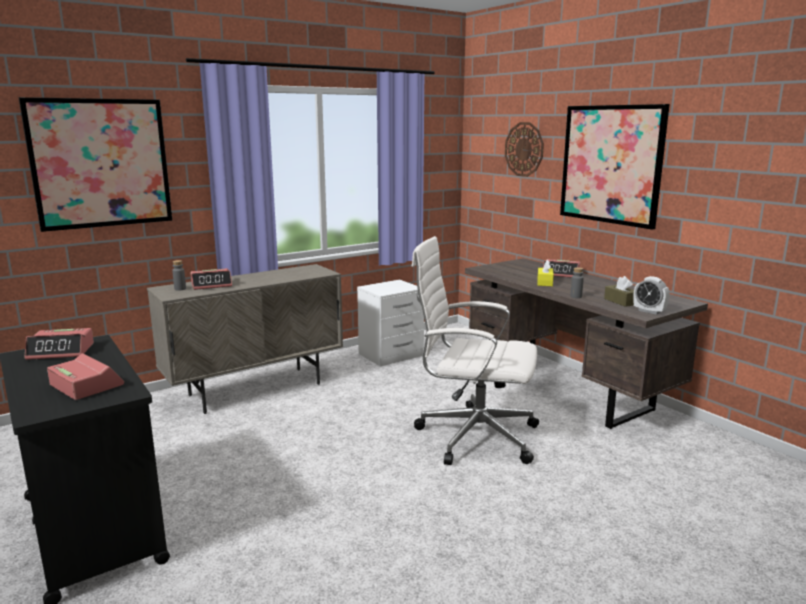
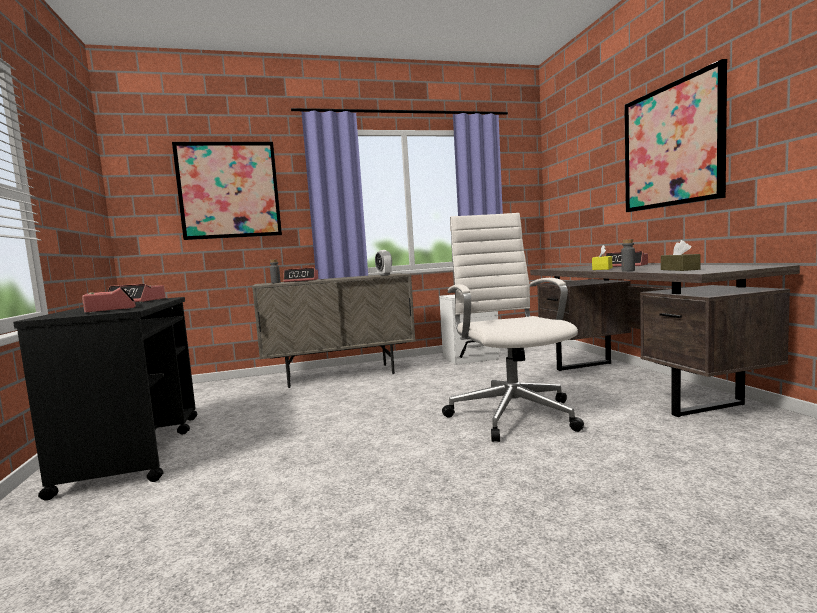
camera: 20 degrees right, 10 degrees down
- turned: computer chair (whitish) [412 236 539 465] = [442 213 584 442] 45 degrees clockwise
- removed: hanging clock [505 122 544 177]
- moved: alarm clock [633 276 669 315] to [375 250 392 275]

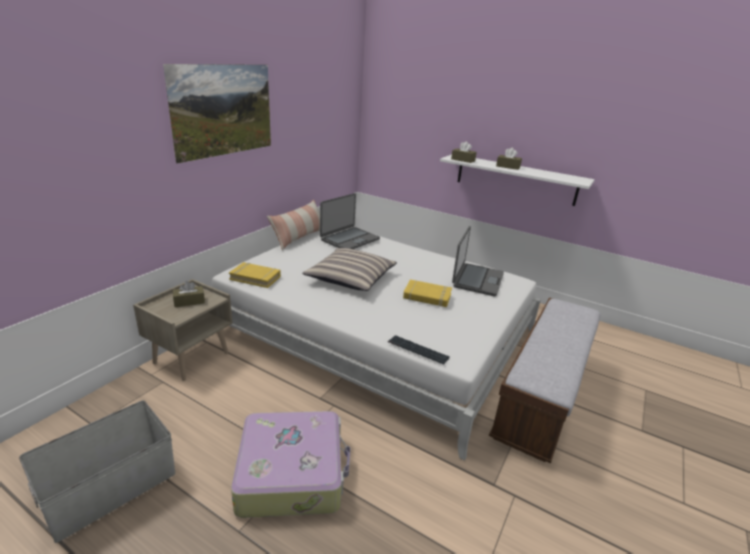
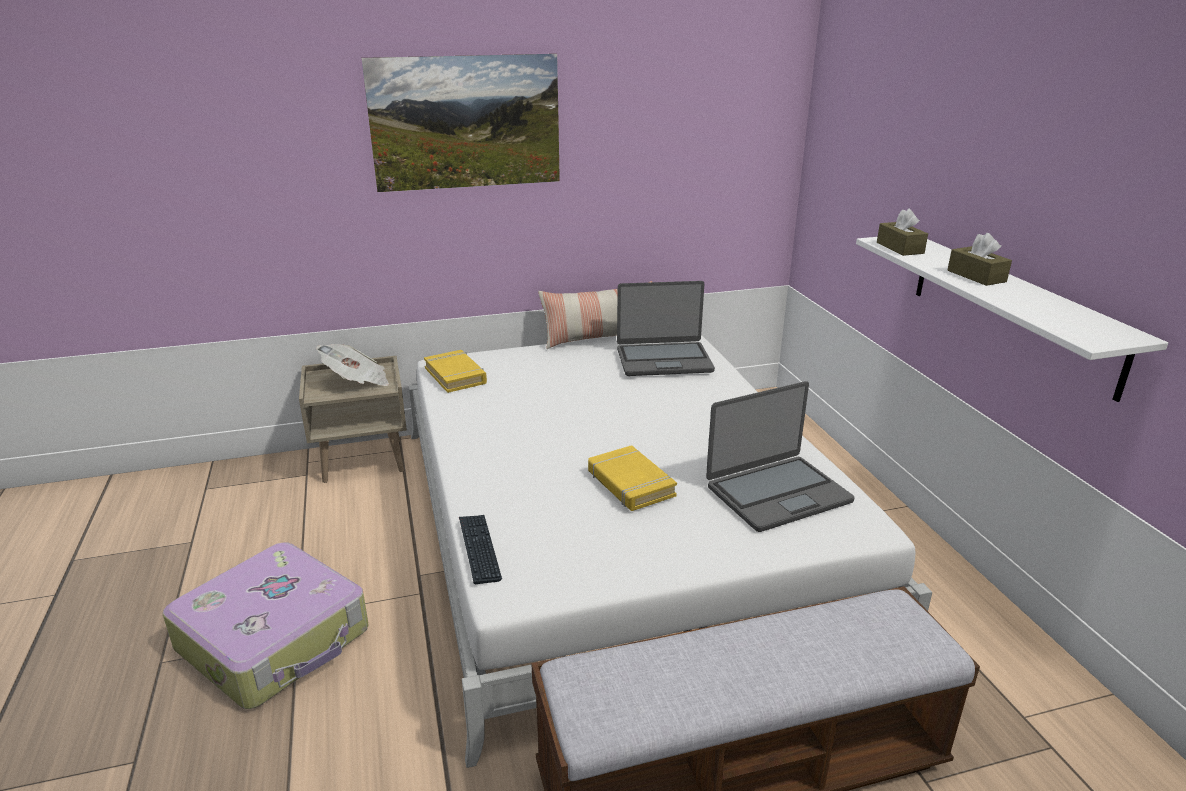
camera: 45 degrees right, 0 degrees up
- removed: storage container (grey) [19 400 175 543]
- replaced: tissue holder (brown-coloured) [173 281 205 307] to printed paper [316 344 389 386]
- removed: throw pillow [302 248 397 291]

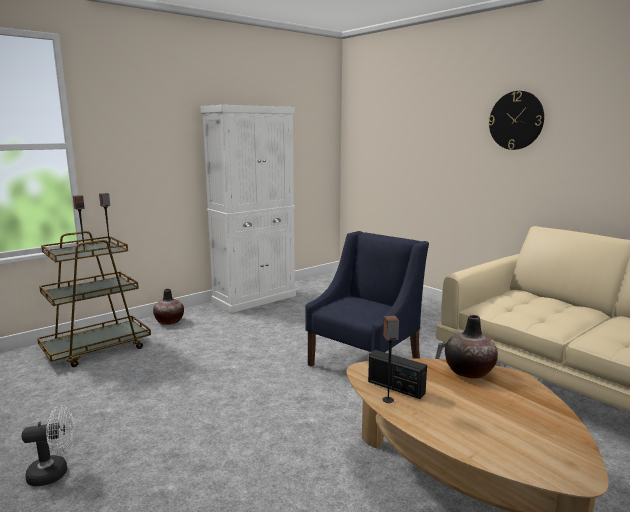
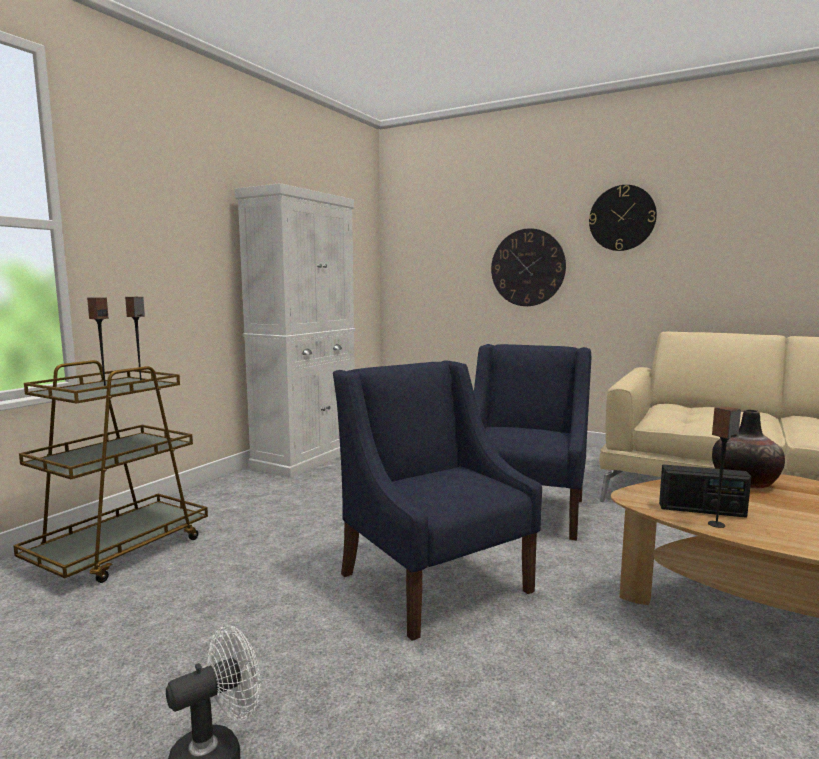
camera: 20 degrees left, 5 degrees down
- removed: vase [153 289 184 325]
- added: easy chair (blue-coloured) [333 360 542 641]
- added: hanging clock [491 228 566 306]

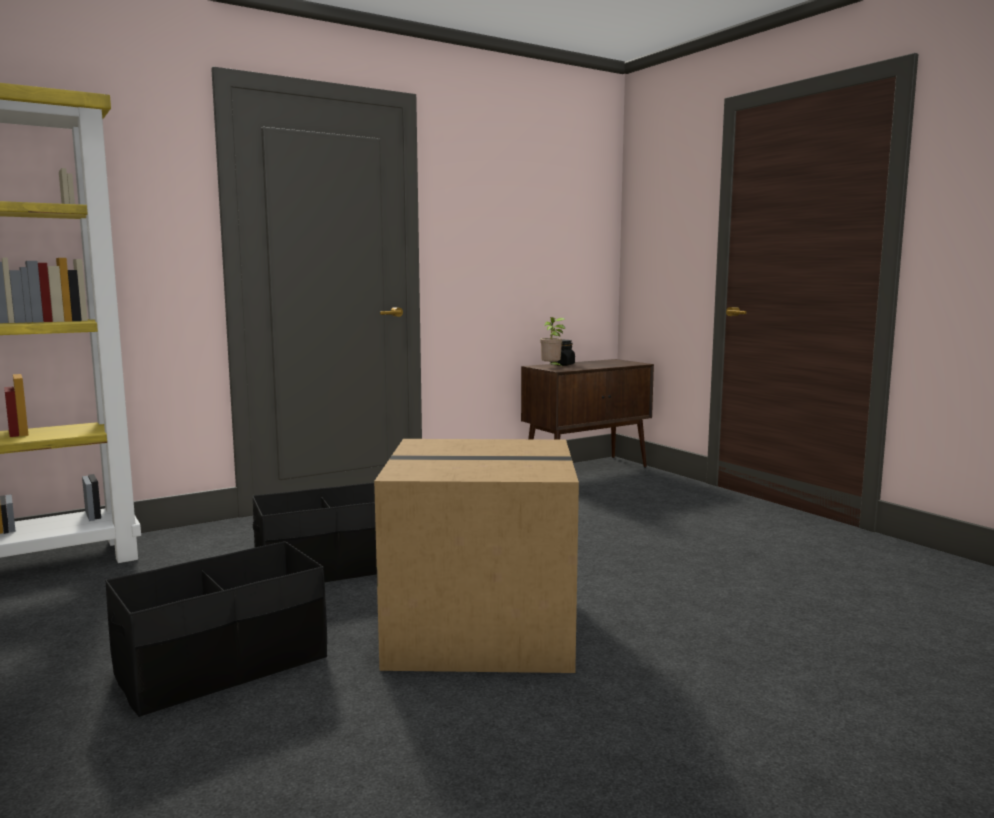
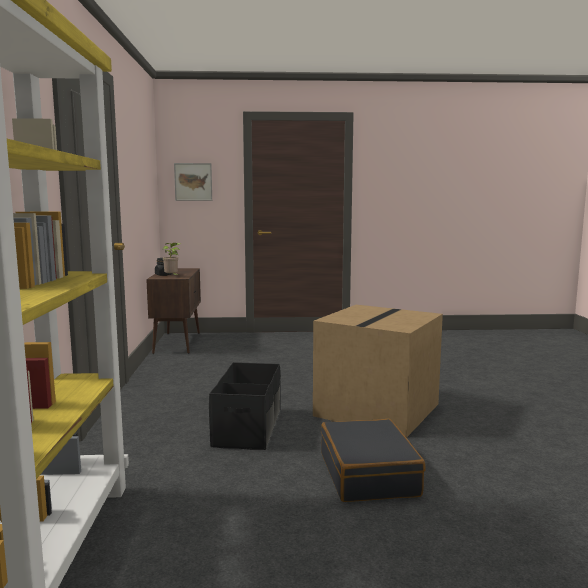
camera: 60 degrees left, 0 degrees up
- replaced: storage container (blackish) [105 541 327 717] to suitcase (blackish) [321 419 426 502]
- added: wall art [174 163 212 201]

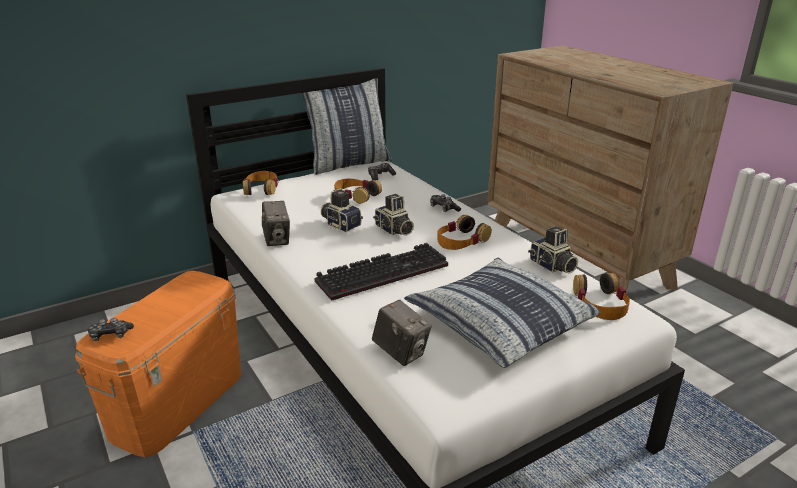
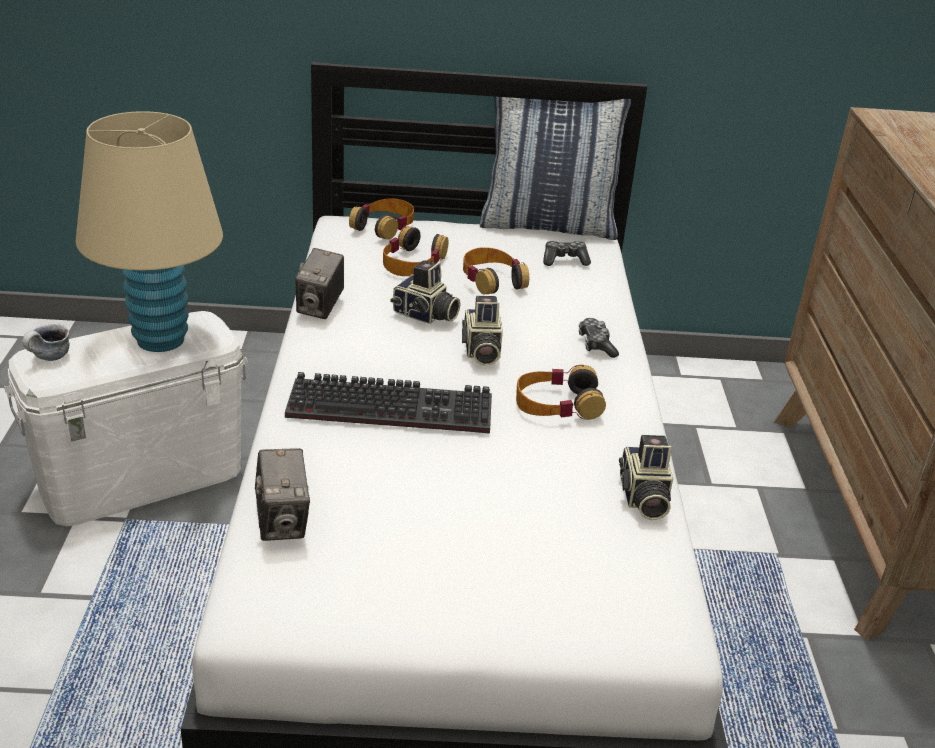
camera: 30 degrees right, 5 degrees up
- recoloured: storage container (orange-coloured) [75 271 241 457] to storage container (whitish) [4 311 248 526]
- replaced: game controller [88 318 134 341] to mug [22 324 69 361]
- turned: photo camera [321 188 363 232] = [390 260 460 324] 135 degrees clockwise
- removed: throw pillow [404 258 600 368]
- moved: headphones [573 273 630 320] to [383 226 448 276]
- added: lamp for a table (beige-coloured) [76 111 223 352]

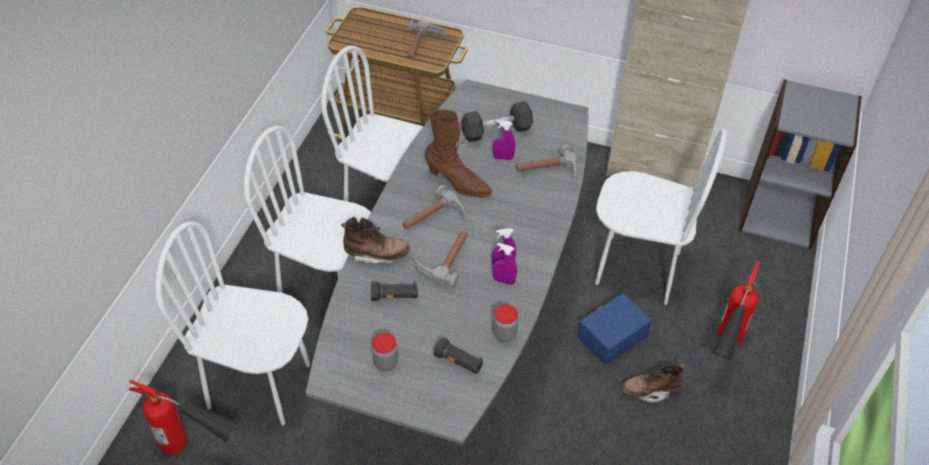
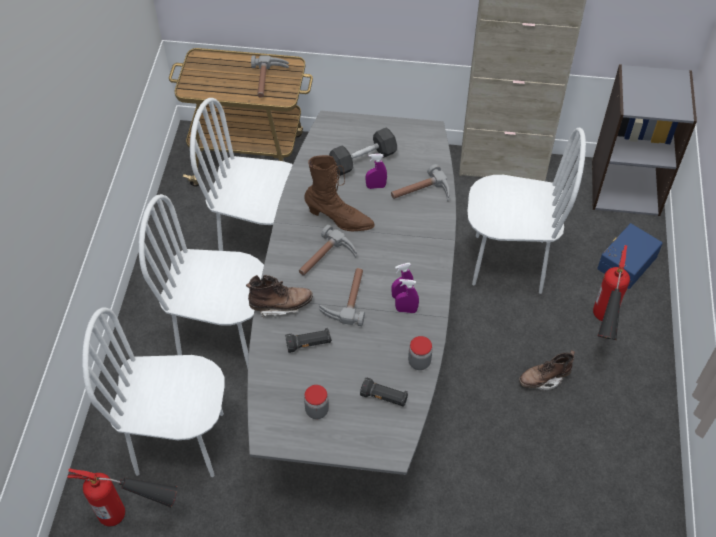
camera: 10 degrees left, 5 degrees up
- moved: storage container (blue-coloured) [577 293 652 365] to [597 223 663 289]

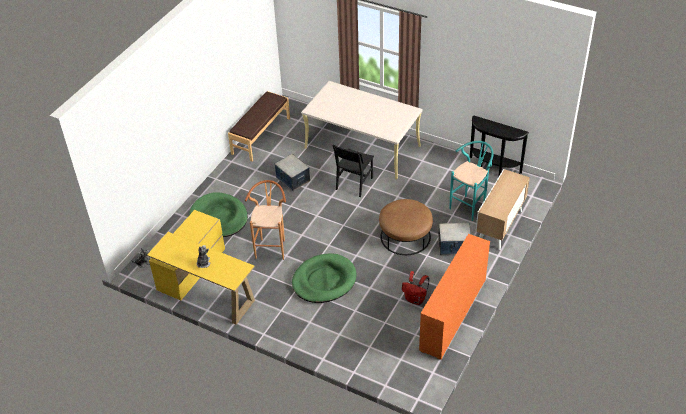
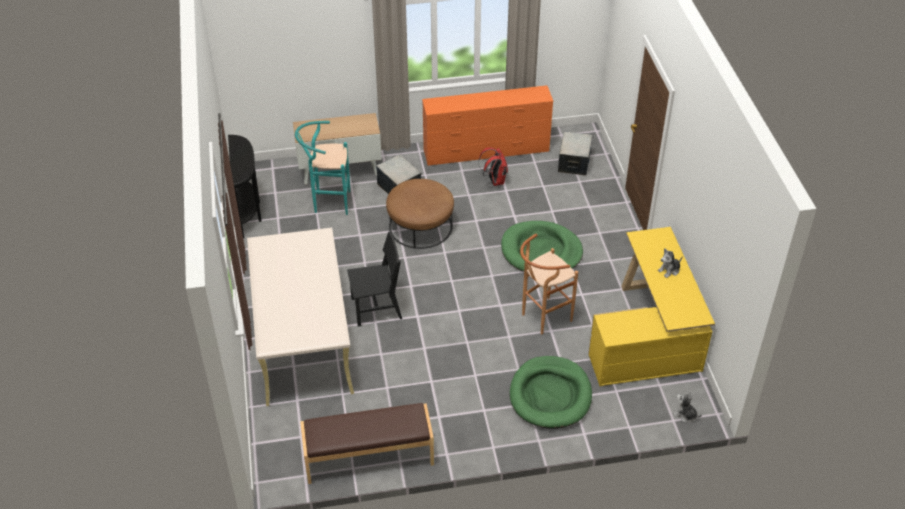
camera: 130 degrees left, 0 degrees up
- moved: storage container [274 154 310 191] to [558 131 592 175]

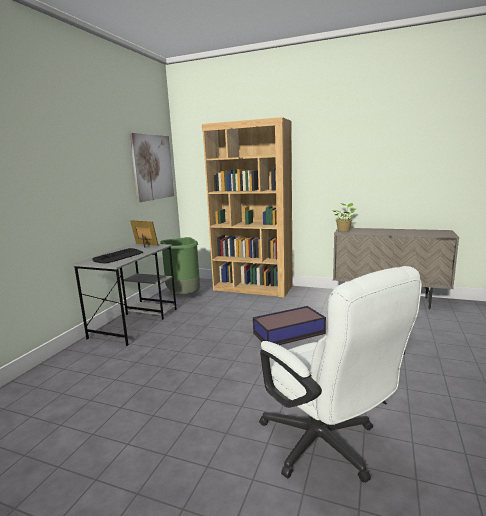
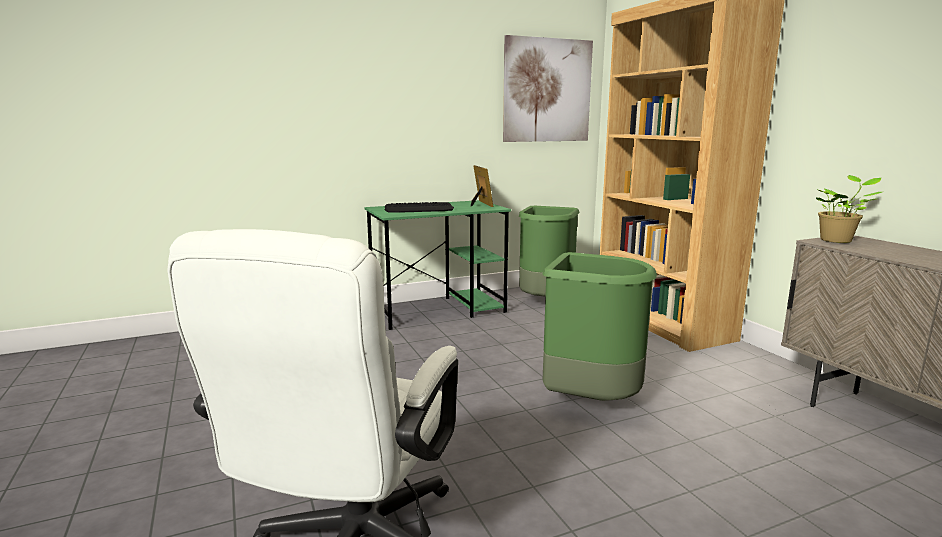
camera: 45 degrees right, 0 degrees up
- recoloured: desk (grey) [72 243 177 346] to desk (greenish) [364 200 511 330]
- replaced: storage container [253 306 326 345] to waste bin (greenish) [542 252 657 401]

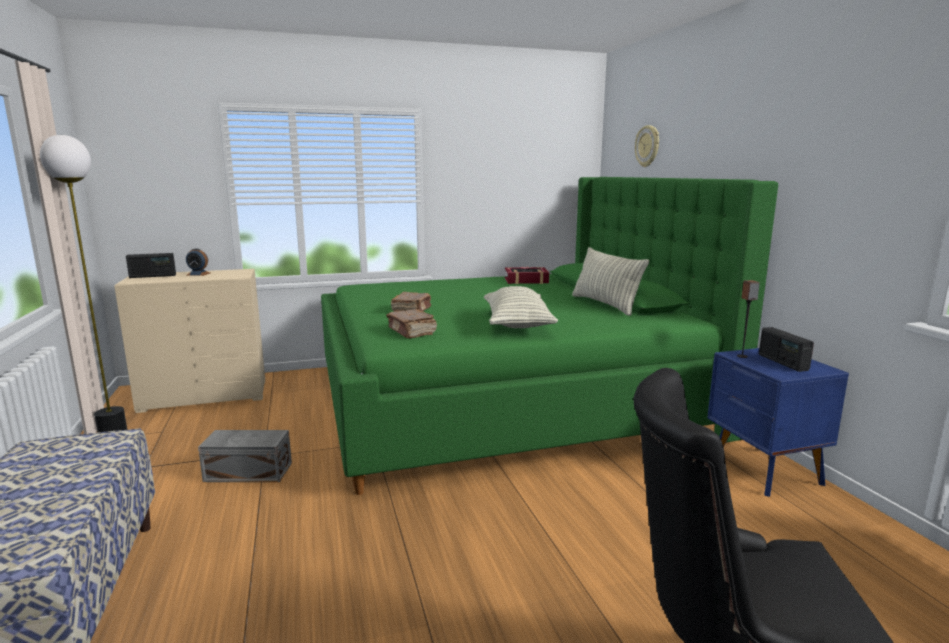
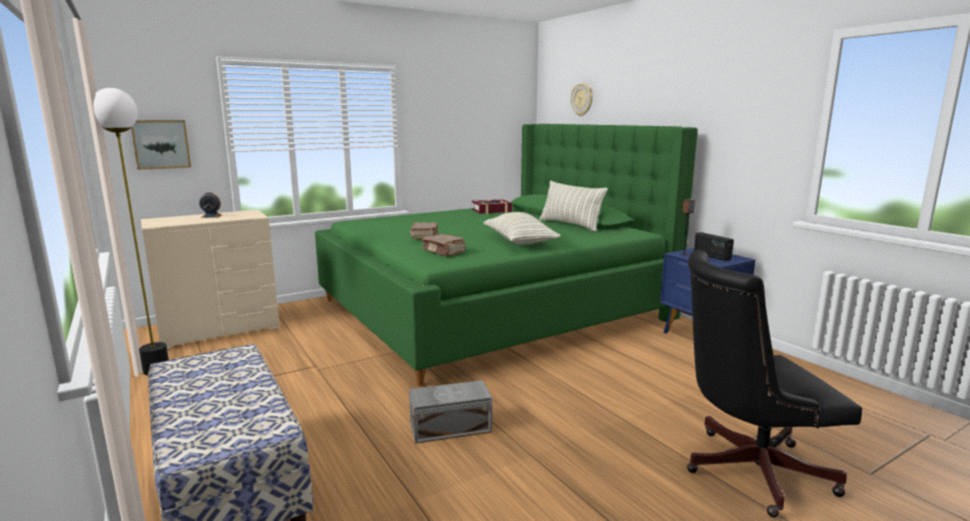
camera: 15 degrees left, 0 degrees up
- removed: radio set [126 253 176 278]
- moved: storage container (grey) [198 430 292 482] to [409 380 492 444]
- added: wall art [131 120 191 170]

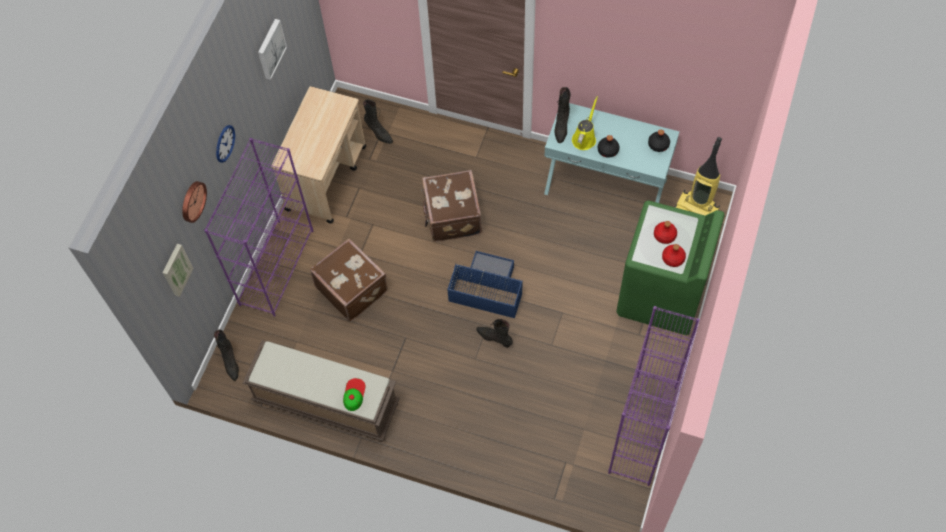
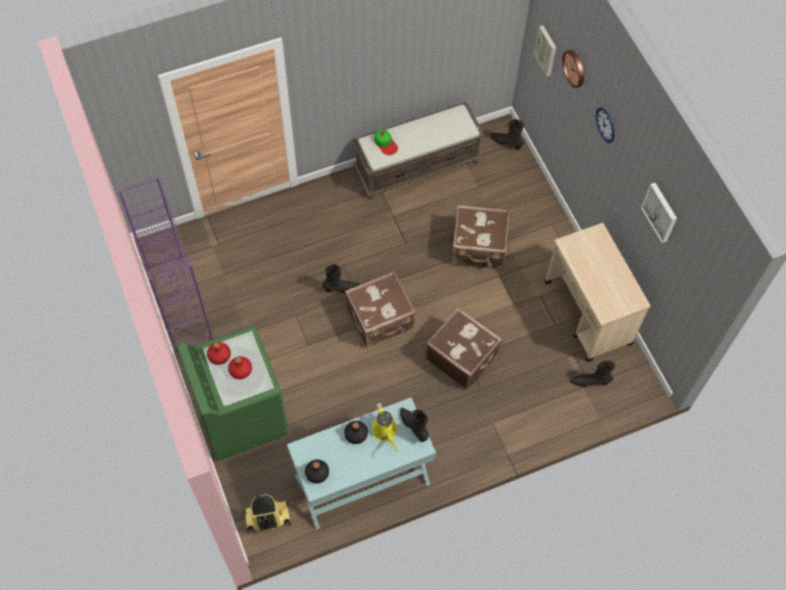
camera: 135 degrees right, 0 degrees up
- removed: bookshelf (purple-coloured) [204 138 313 317]
- replaced: storage container (blue-coloured) [447 251 523 318] to suitcase (brown-coloured) [345 272 416 347]

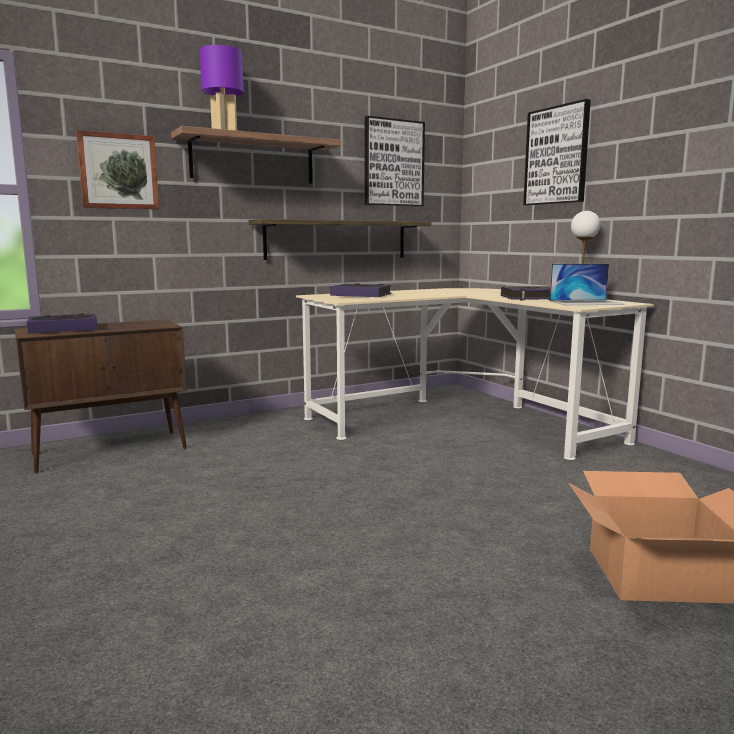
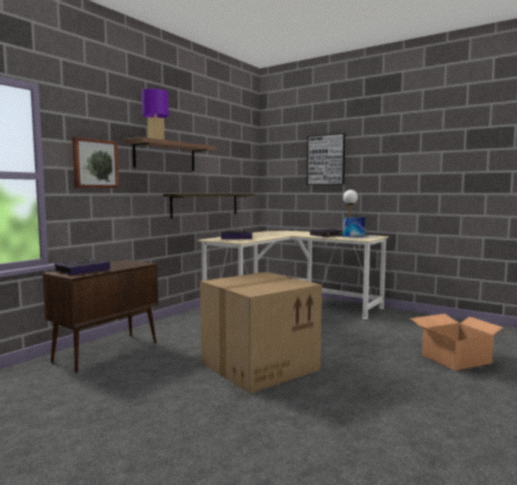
camera: 25 degrees left, 5 degrees down
- removed: wall art [365 116 425 206]
- added: carton [200 272 322 394]

